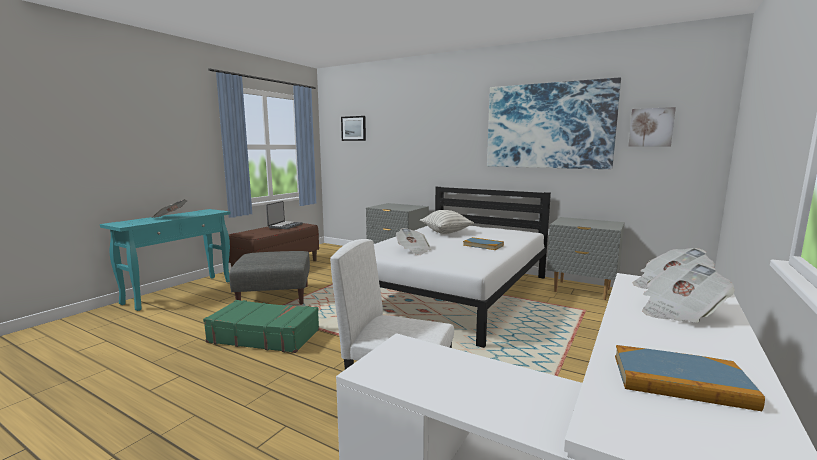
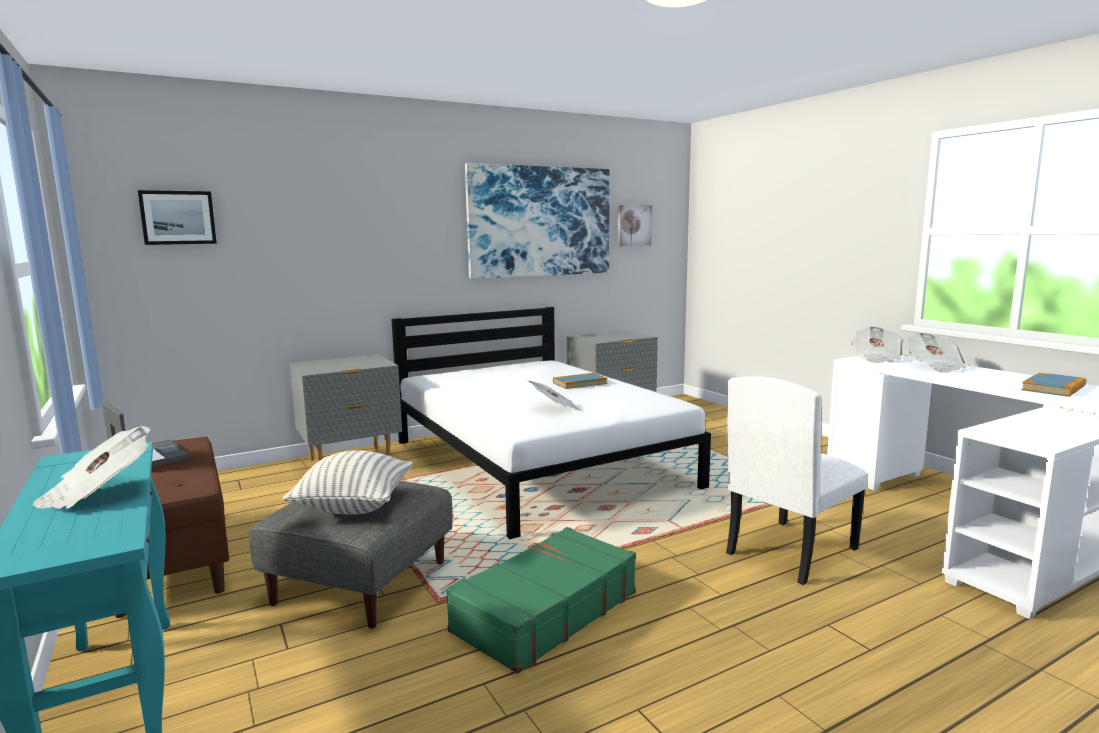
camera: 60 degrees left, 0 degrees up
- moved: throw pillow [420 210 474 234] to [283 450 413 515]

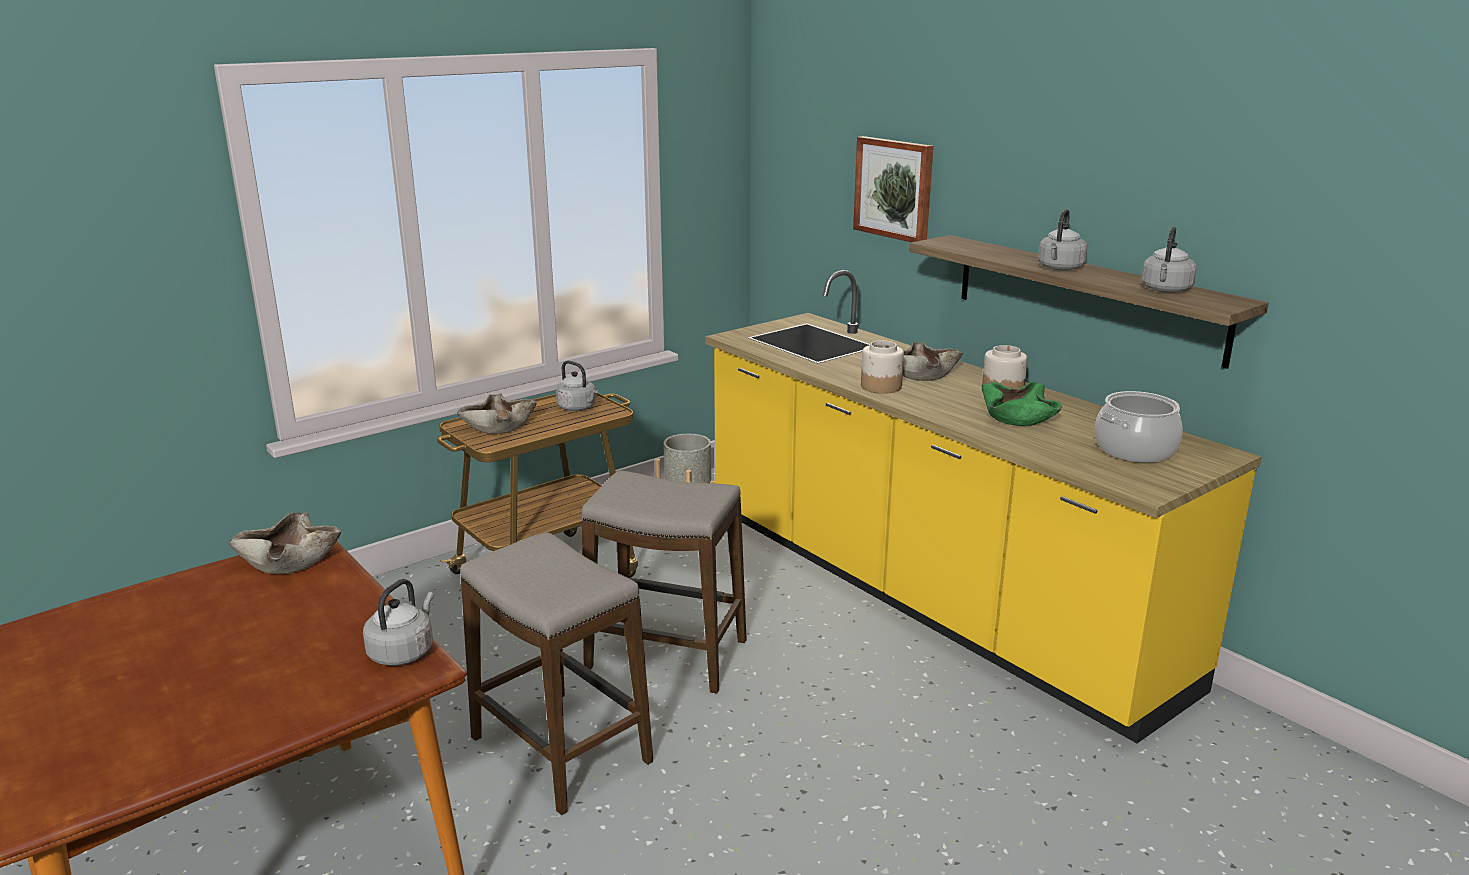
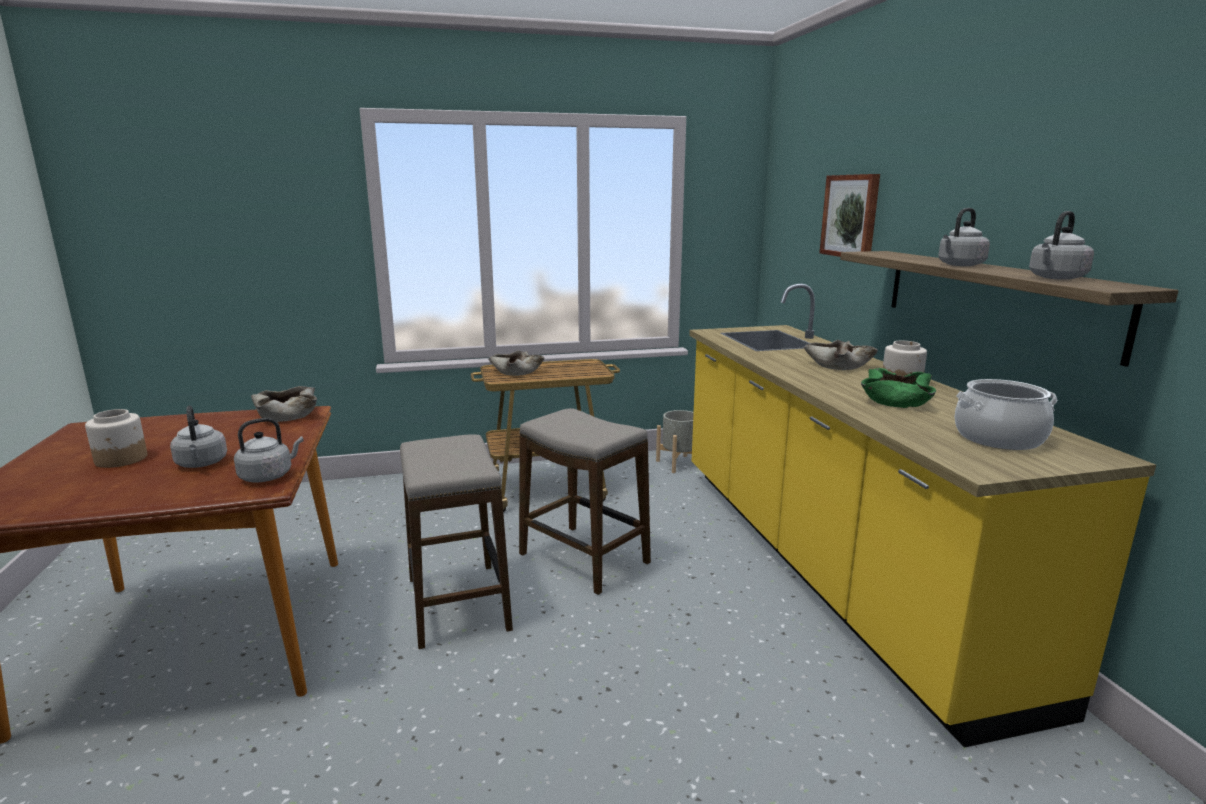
camera: 25 degrees right, 5 degrees down
- moved: water kettle (grey) [556 361 598 411] to [170 406 227 468]
- moved: jar [861 340 904 394] to [85 409 147 468]

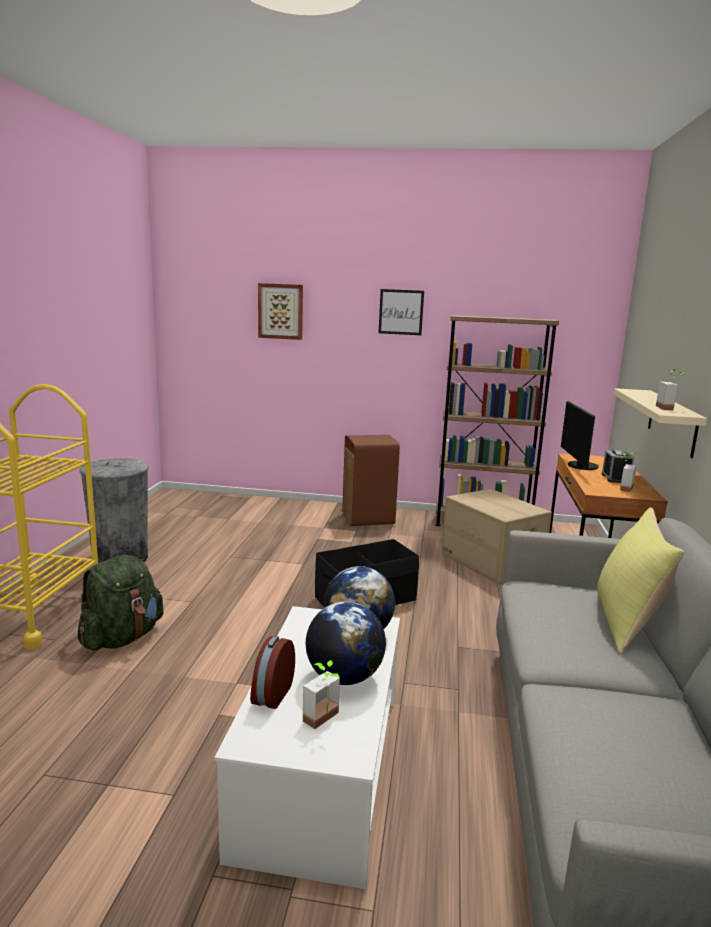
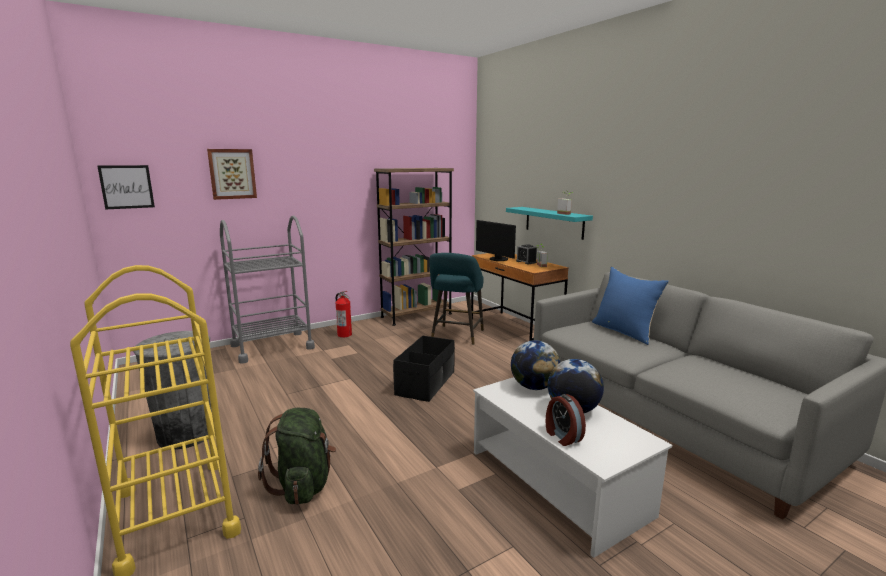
camera: 40 degrees left, 0 degrees up
- removed: potted plant [303 660 340 729]
- replaced: waste bin (brown-coloured) [342 435 400 526] to extinguisher [336 291 352 337]
- moved: wall art [379 289 424 335] to [97 165 155 210]
- replaced: carton [442 489 552 585] to sitting stool (turquoise) [429 253 484 345]
- recoloured: throw pillow (yellow-coloured) [597 507 684 654] to throw pillow (blue-coloured) [592 267 669 345]
- recoloured: bracket shelf (beige-coloured) [614 388 707 458] to bracket shelf (turquoise) [506 207 593 240]
- added: cart (grey) [220 216 315 364]

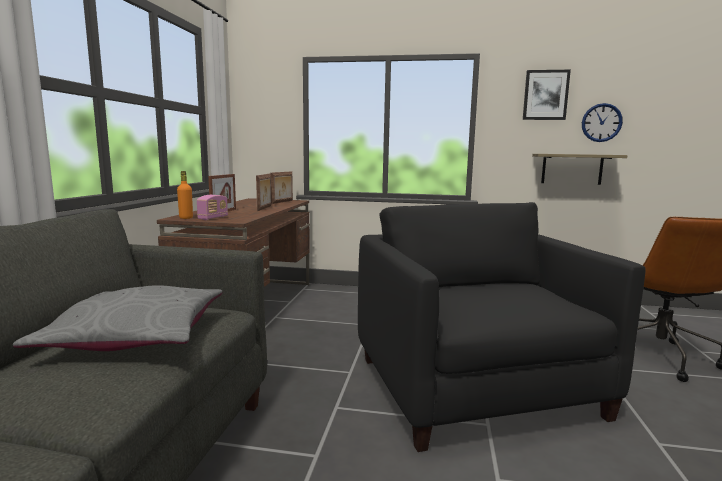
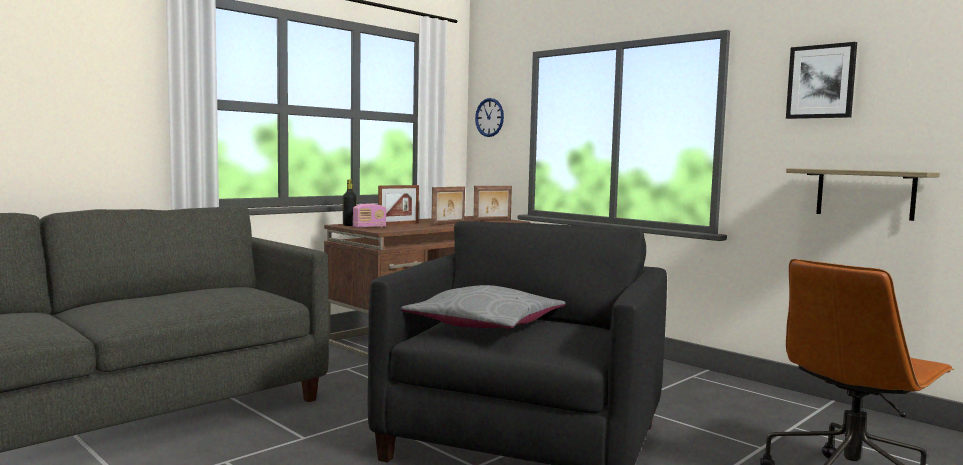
camera: 35 degrees right, 5 degrees down
- moved: throw pillow (grey) [13 285 222 351] to [401 285 565 329]
- recoloured: bottle (orange-coloured) [177 171 193 219] to bottle (blackish) [343 179 357 226]
- moved: hanging clock [582 103 623 142] to [475 98 504 137]

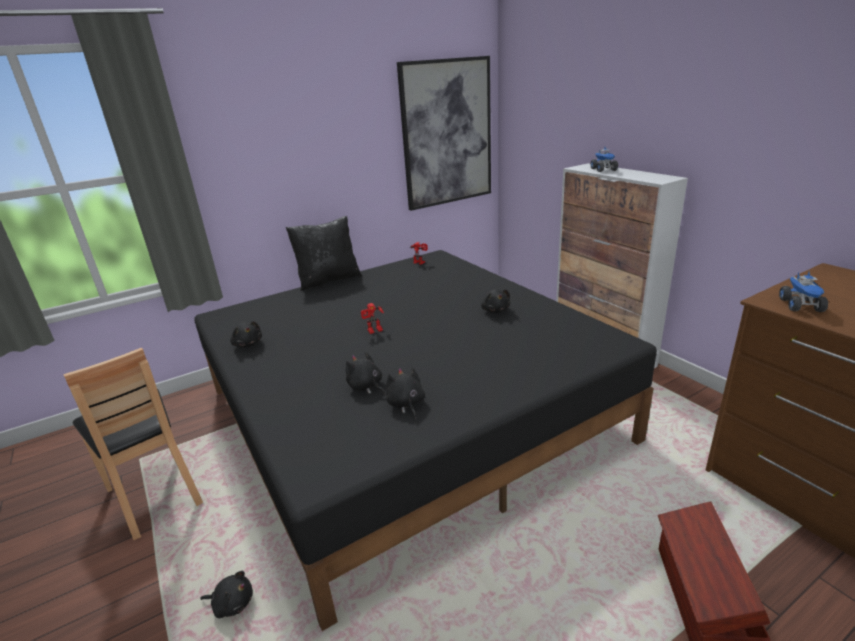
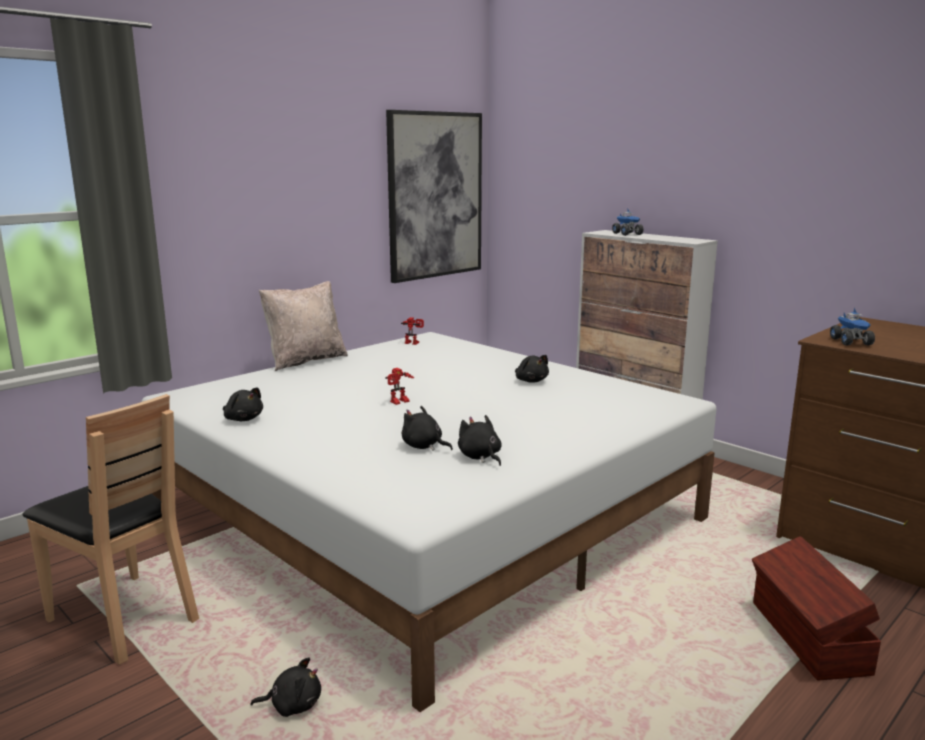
camera: 15 degrees left, 10 degrees down
- recoloured: sleeping bed (blackish) [194 250 657 631] to sleeping bed (whitish) [141 332 716 712]
- recoloured: throw pillow (blackish) [286 216 362 291] to throw pillow (beige-coloured) [259 281 348 371]

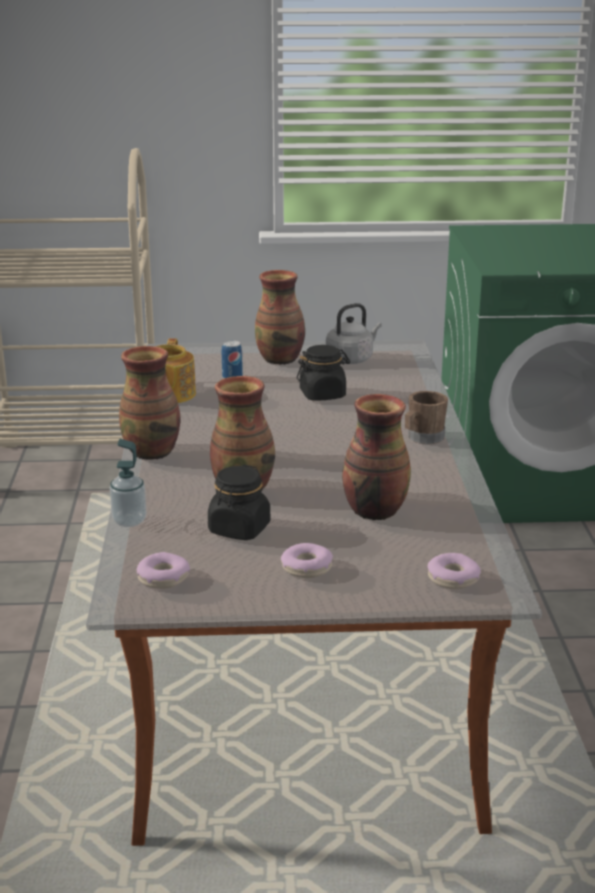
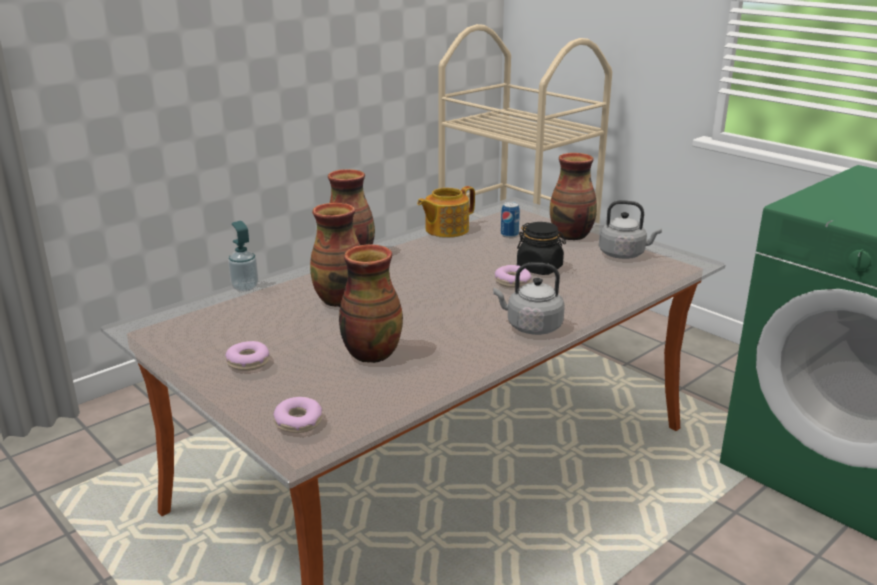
camera: 50 degrees right, 0 degrees up
- moved: doughnut [137 552 190 589] to [495 265 531 288]
- removed: jar (blackish) [208 465 270 540]
- replaced: mug (brown-coloured) [405 391 448 444] to water kettle (grey) [493 263 565 335]

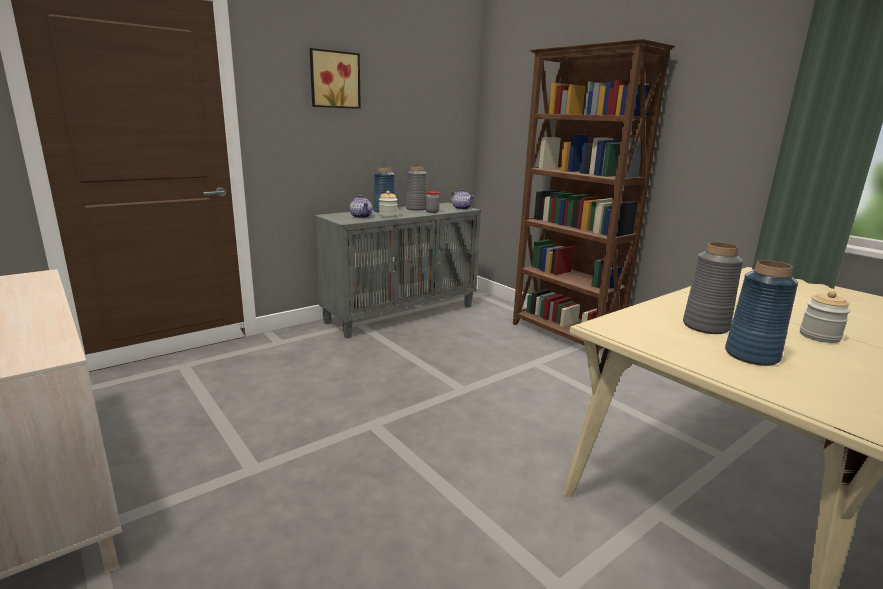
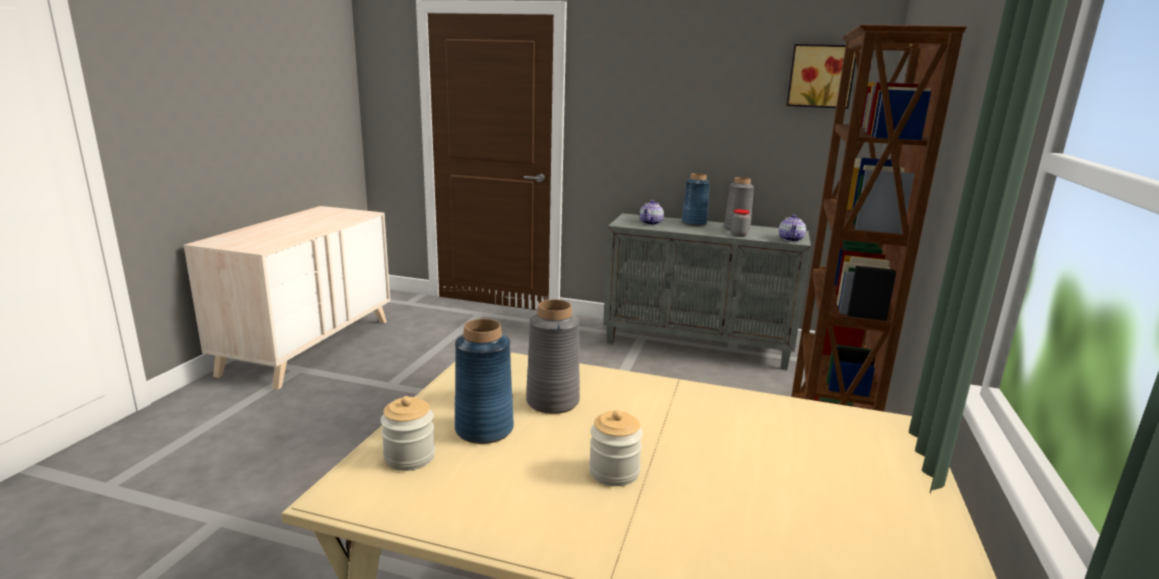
camera: 55 degrees right, 0 degrees up
- moved: wall art [310 48 361 109] to [786 44 856 109]
- moved: jar [379 191 397 218] to [381 396 435 471]

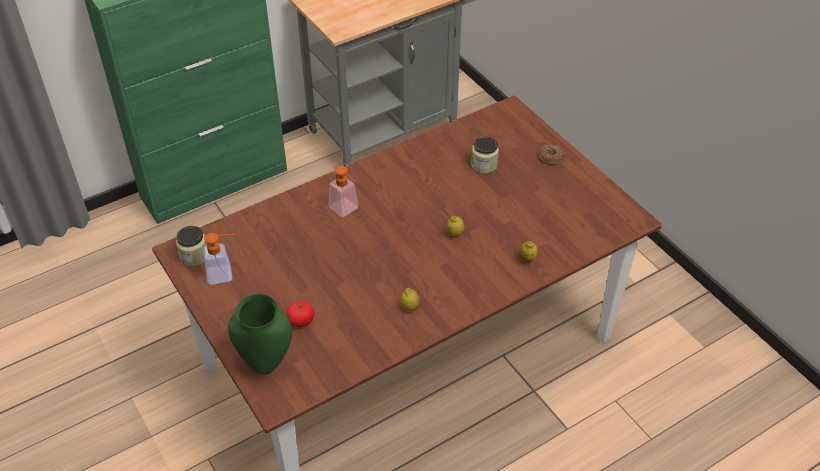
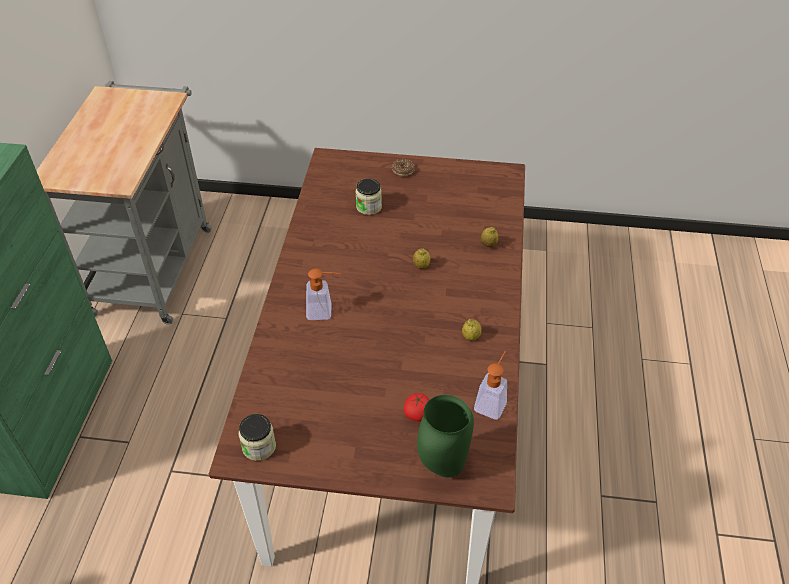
camera: 50 degrees left, 0 degrees up
- moved: liquid soap bottle [203 233 236 285] to [474 351 507 420]

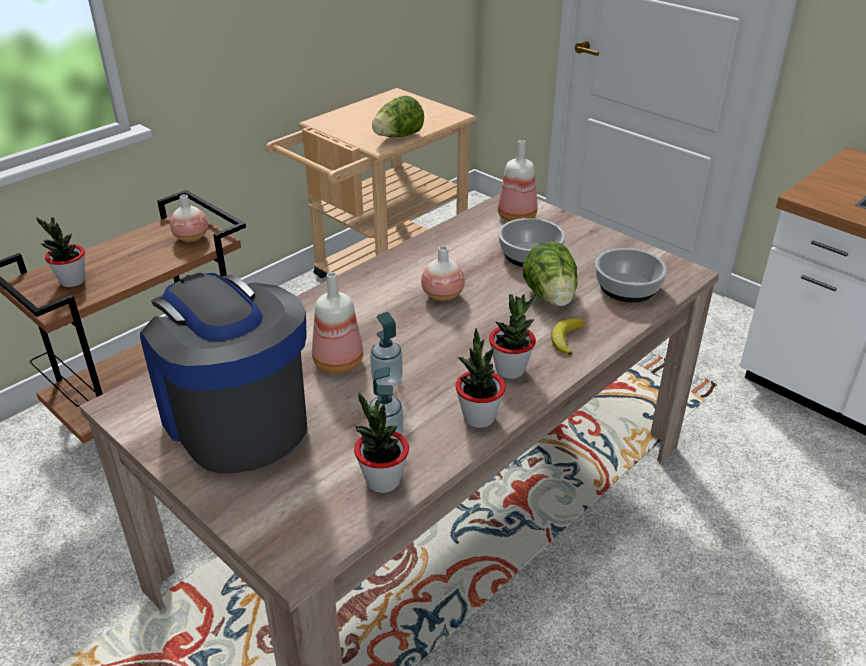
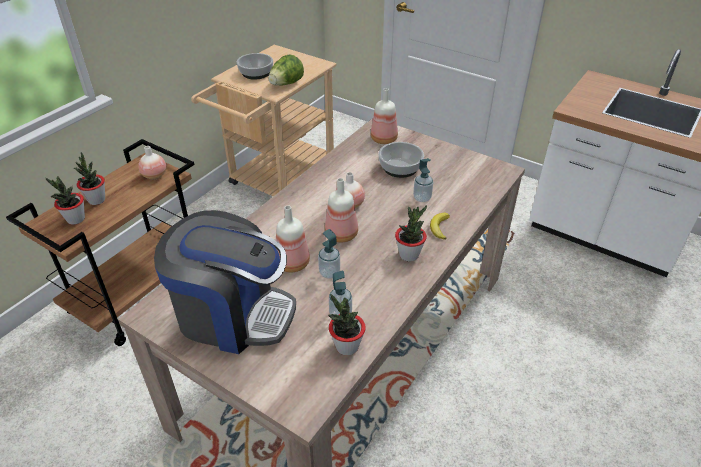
camera: 10 degrees left, 5 degrees up
- turned: coffee maker [140 273 307 473] = [154 210 296 354] 150 degrees clockwise
- moved: potted plant [455 328 506 428] to [74 152 105 205]
- replaced: lettuce [523 242 577 306] to liquid soap bottle [413 158 433 202]
- moved: deep dish [595 248 667 303] to [237 53 273 80]
- added: bottle [325 178 358 243]

